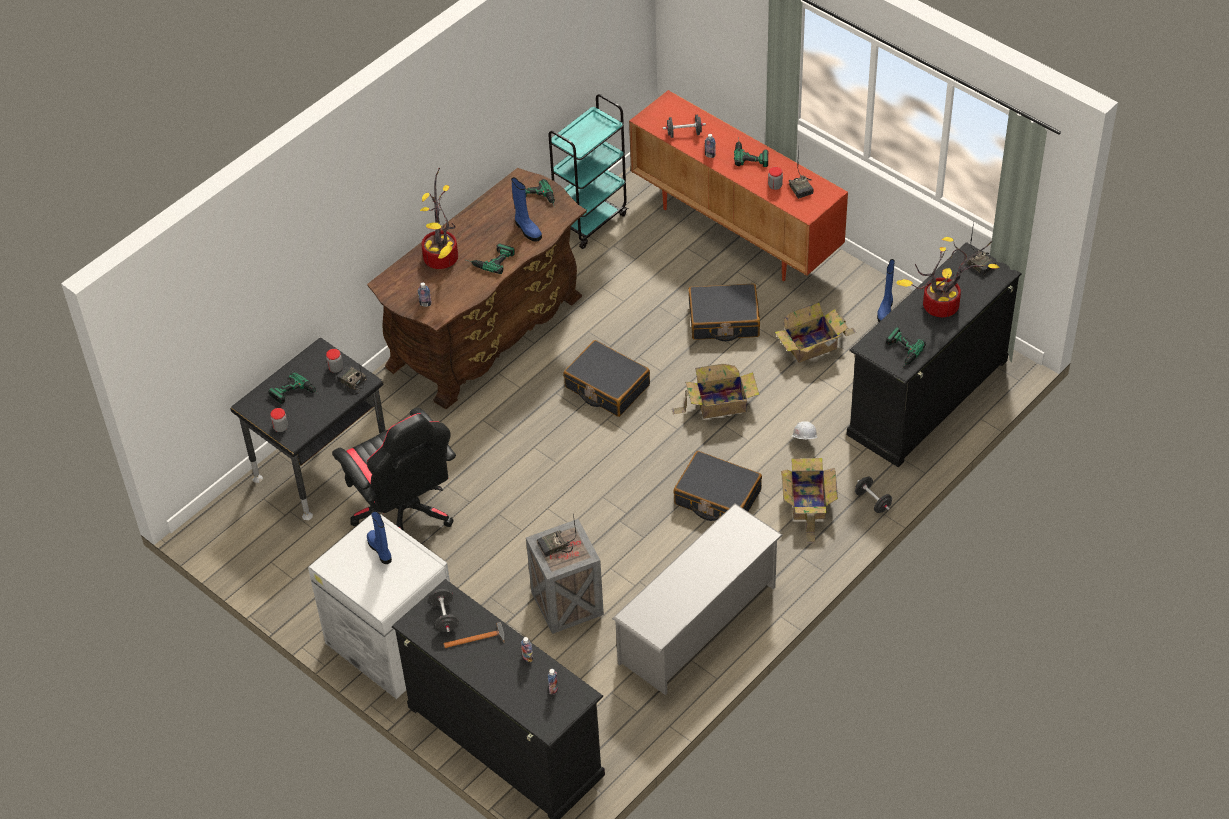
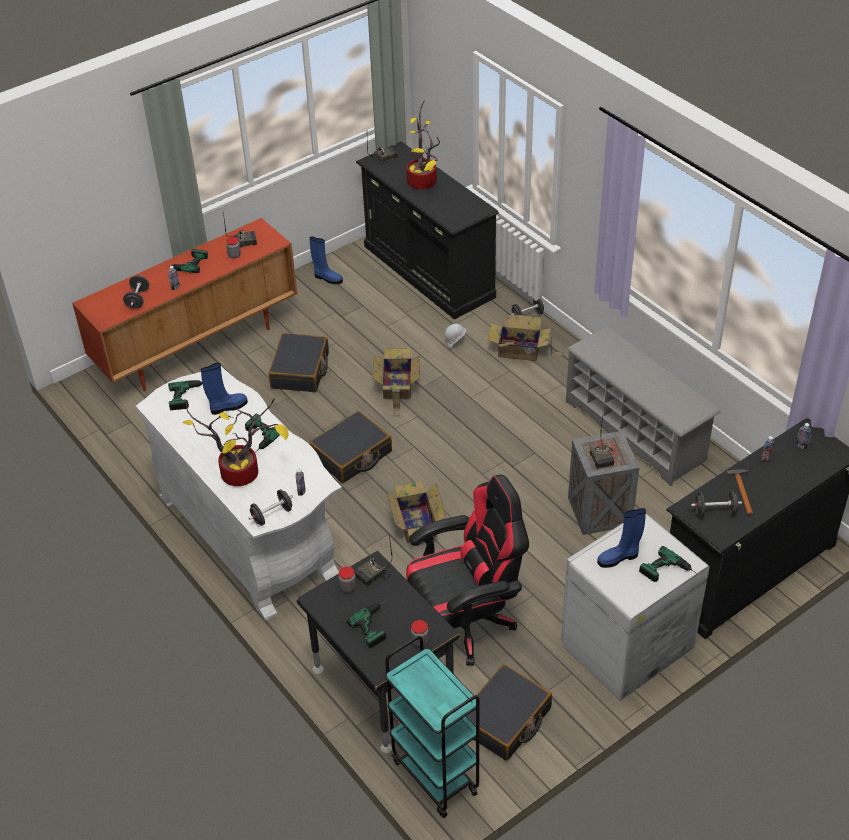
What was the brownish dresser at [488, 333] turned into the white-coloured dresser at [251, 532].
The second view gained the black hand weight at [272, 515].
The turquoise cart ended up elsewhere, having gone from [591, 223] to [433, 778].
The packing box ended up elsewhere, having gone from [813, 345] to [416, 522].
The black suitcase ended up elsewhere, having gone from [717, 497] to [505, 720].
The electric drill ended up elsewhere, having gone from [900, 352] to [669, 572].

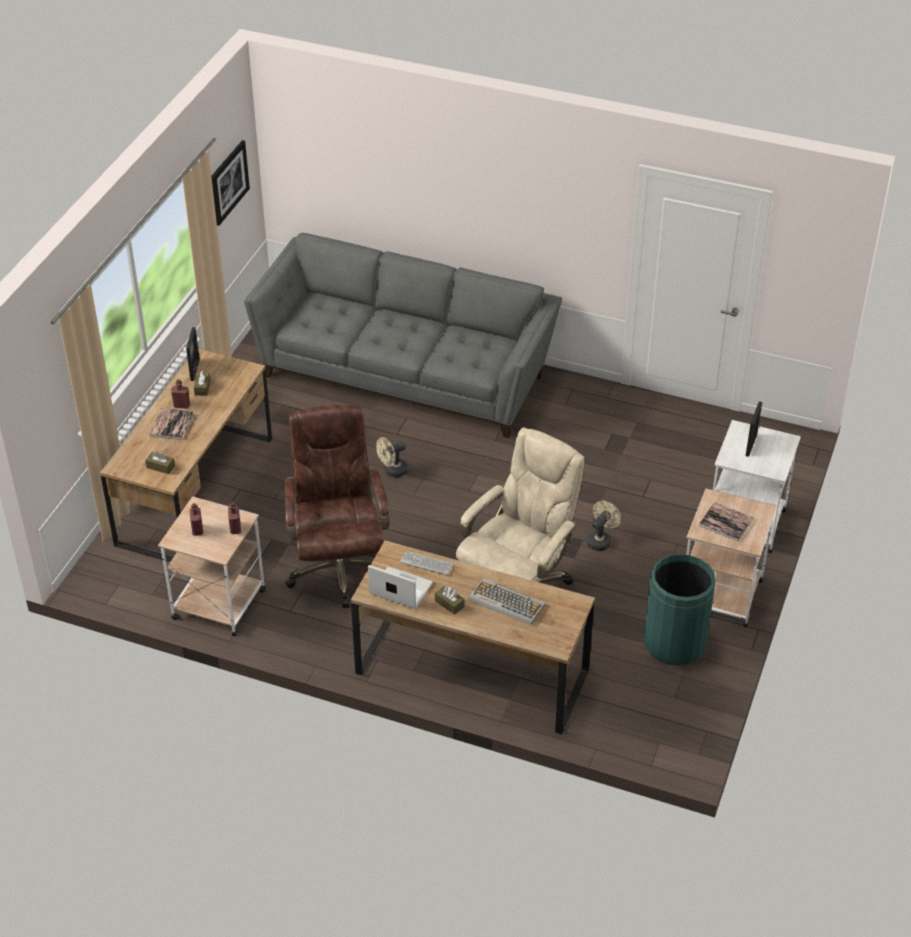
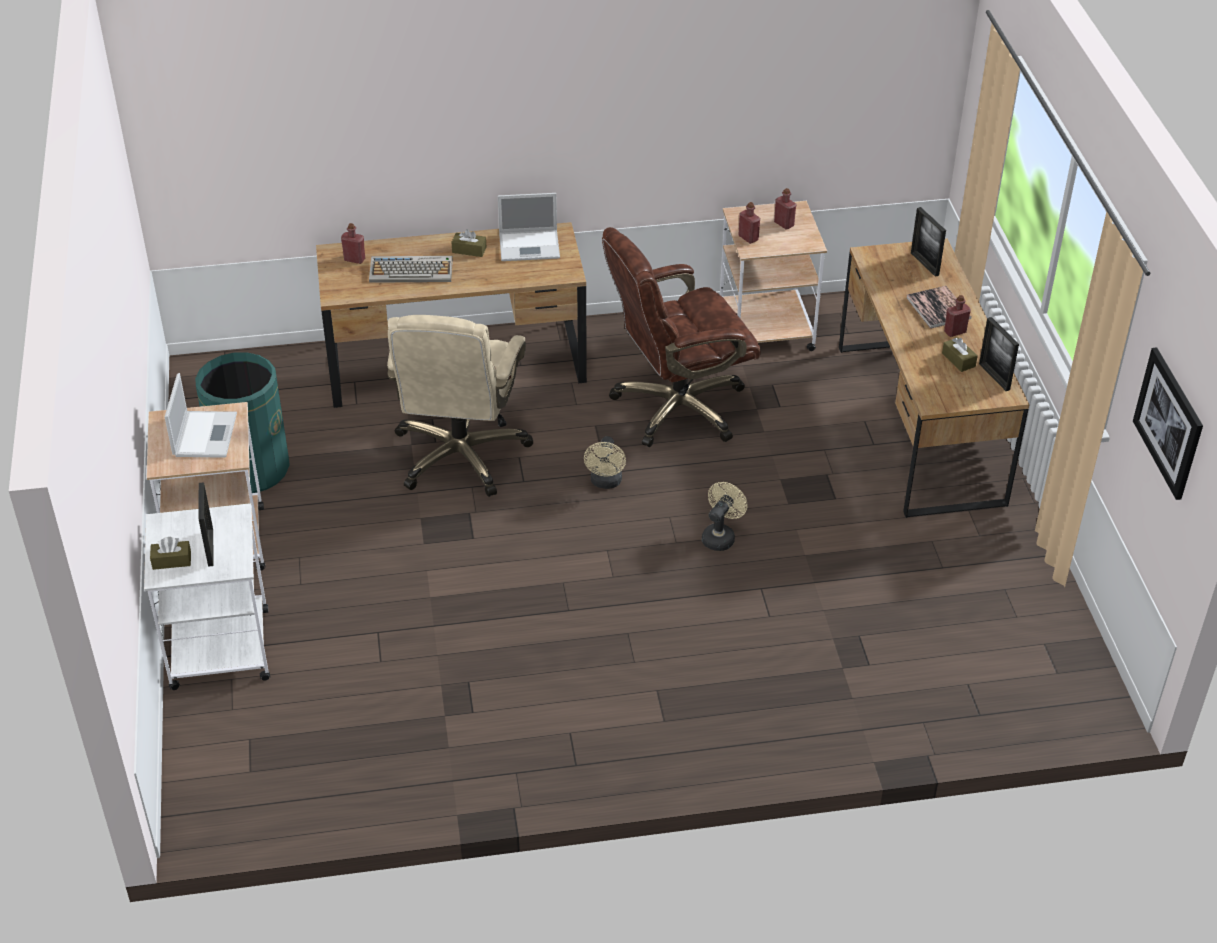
The brownish box of tissues ended up elsewhere, having gone from [160, 467] to [171, 561].
Where the book stood at [726, 522], the notebook computer came to stand at [205, 434].
The second view gained the reddish beverage bottle at [354, 259].
The beige-coloured electric fan ended up elsewhere, having gone from [601, 540] to [606, 482].
The brownish computer chair at [339, 567] ended up facing another way, 105 degrees clockwise from before.
The second view gained the picture frame at [924, 264].
The second view lost the gray sofa at [406, 372].
The second view lost the computer keyboard at [427, 563].

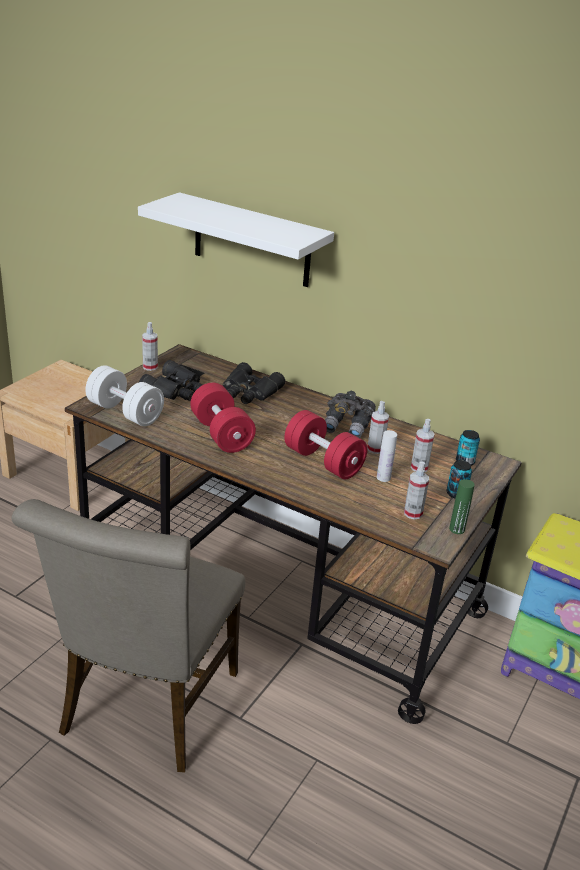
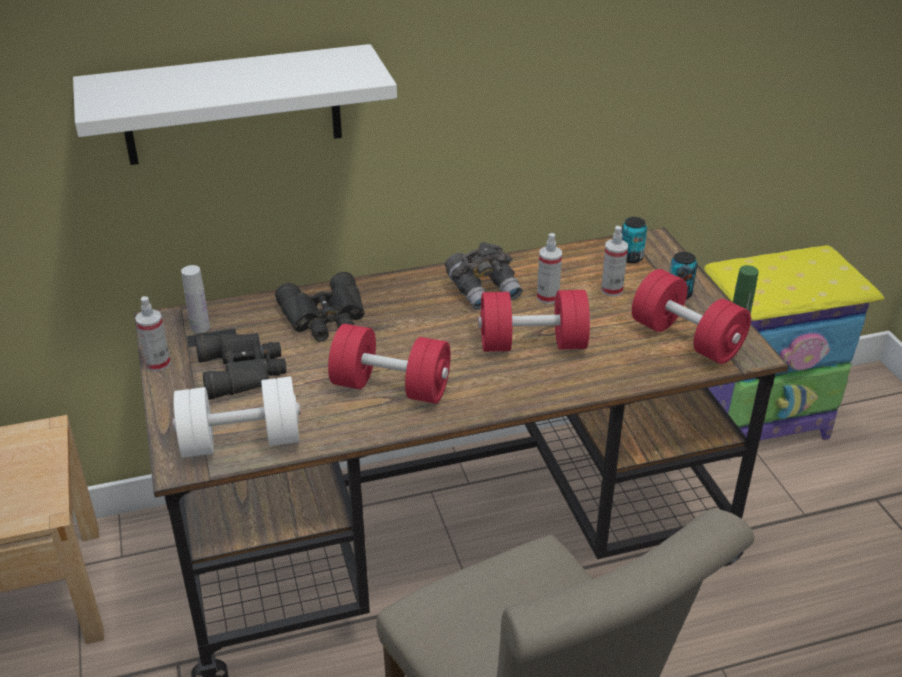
The white-coloured beverage bottle ended up elsewhere, having gone from [383, 477] to [200, 327].
Where the hand sprayer stood at [413, 513], the reddish hand weight came to stand at [686, 339].

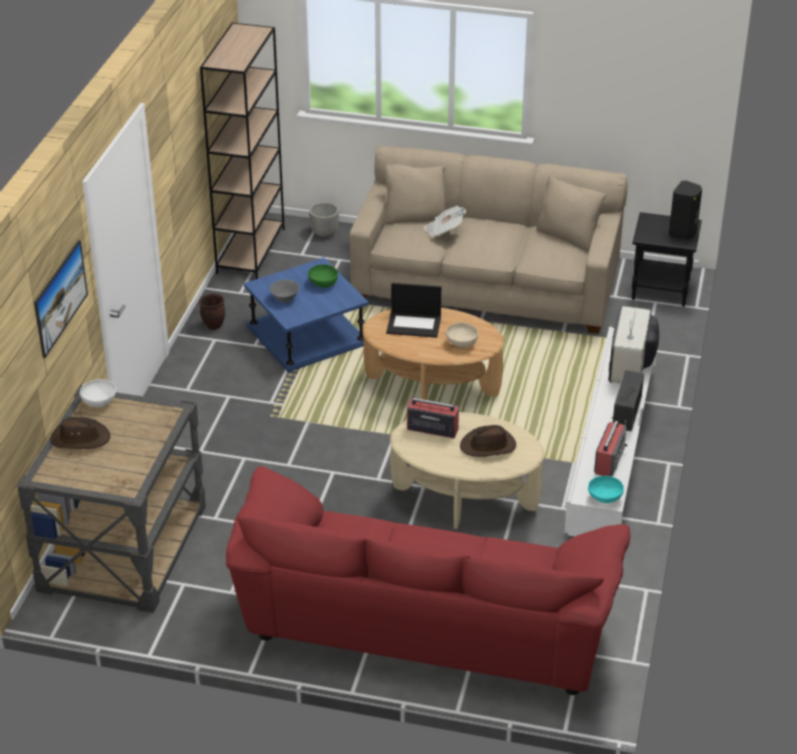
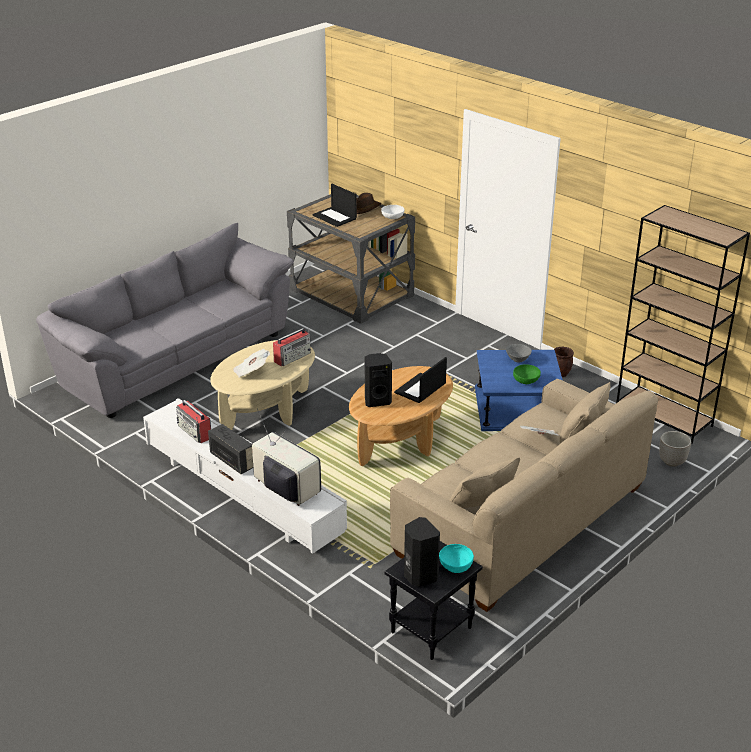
What was the reddish sofa at [424, 629] turned into the gray sofa at [177, 360].
Where the brownish wearable hat stood at [488, 446], the printed paper came to stand at [251, 371].
The second view gained the notebook computer at [335, 217].
Where the beige-coloured serving bowl stood at [461, 343], the black audio speaker came to stand at [377, 401].
The turquoise serving bowl ended up elsewhere, having gone from [604, 498] to [455, 566].
The second view lost the wall picture at [62, 311].

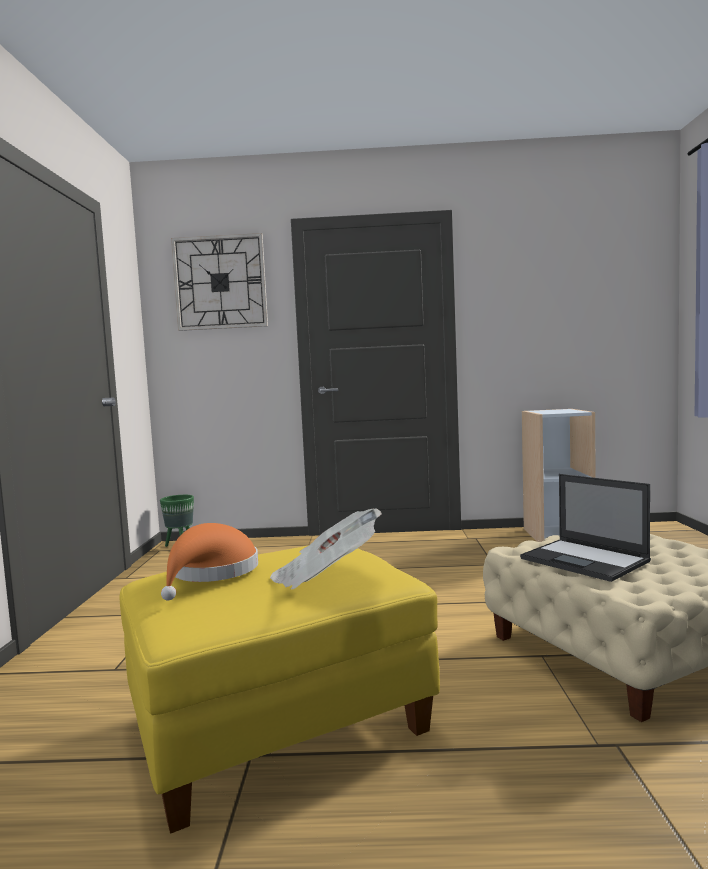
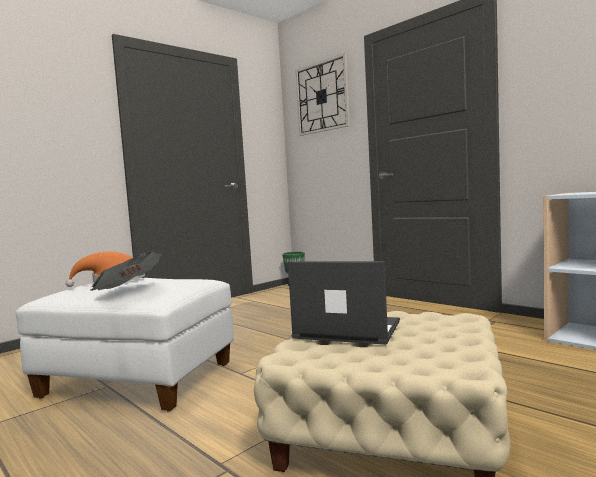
What was the yellow-coloured pouffe at [279, 724] turned into the white-coloured pouffe at [139, 380].
The notebook computer at [585, 560] ended up facing another way, 105 degrees clockwise from before.

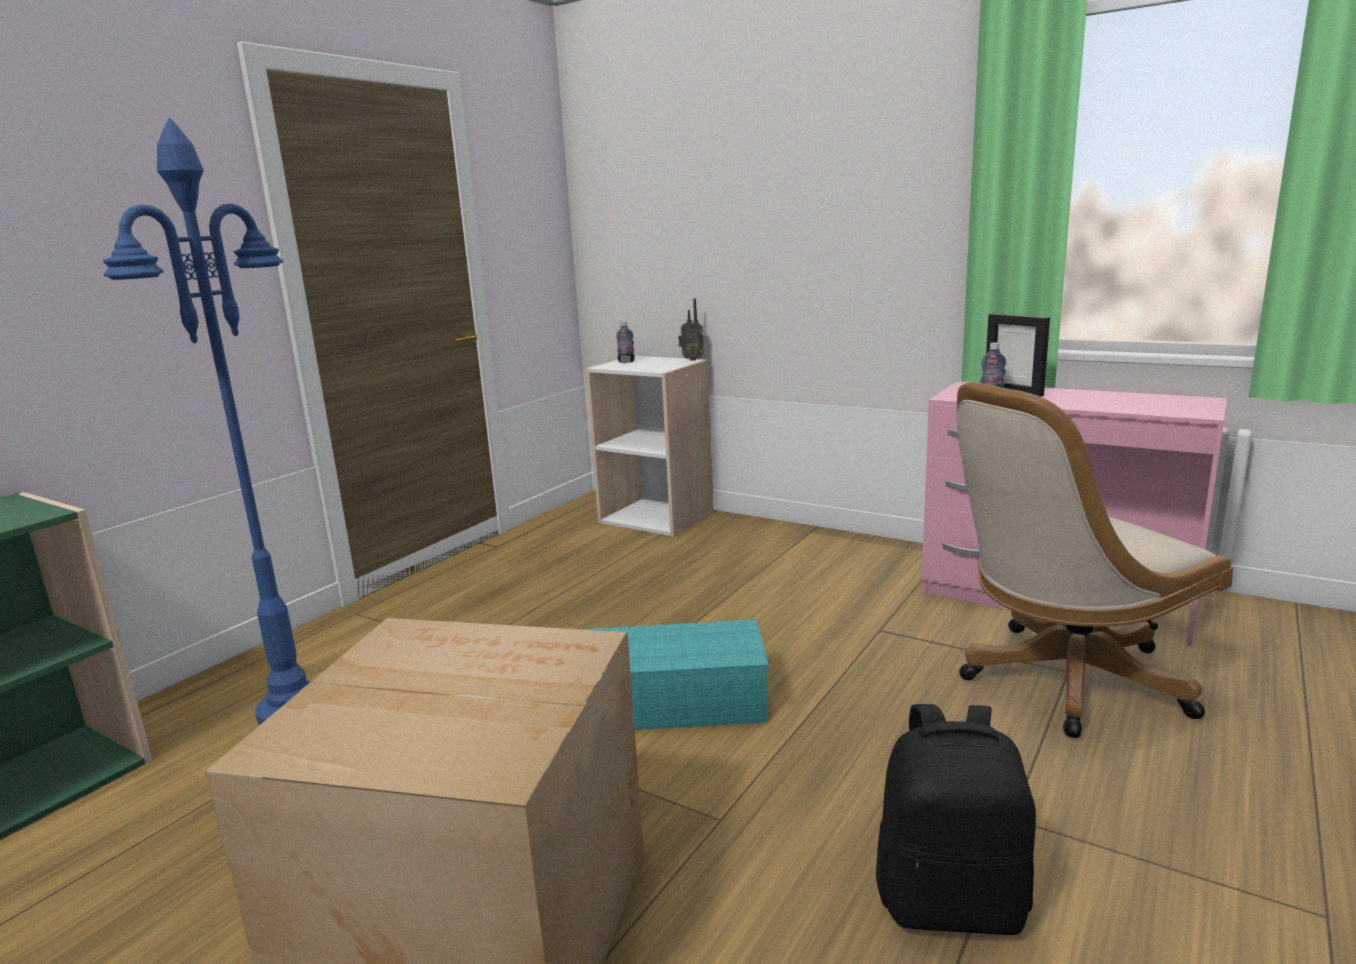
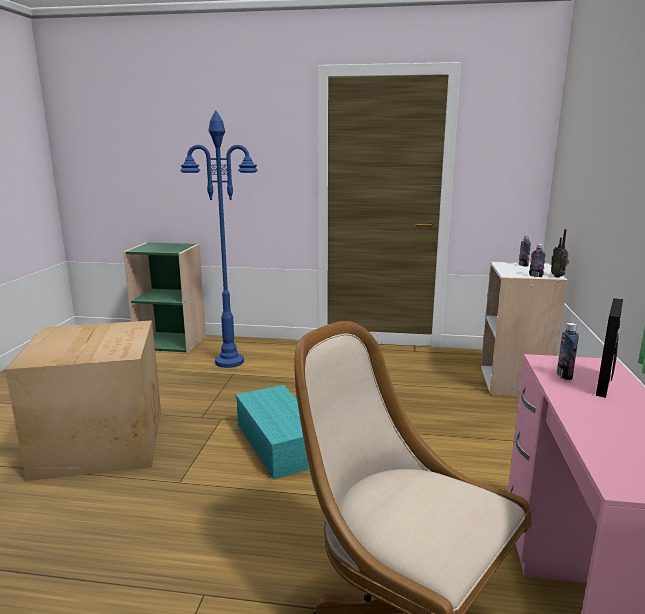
The second view gained the beverage bottle at [535, 276].
The second view lost the black knapsack at [951, 901].

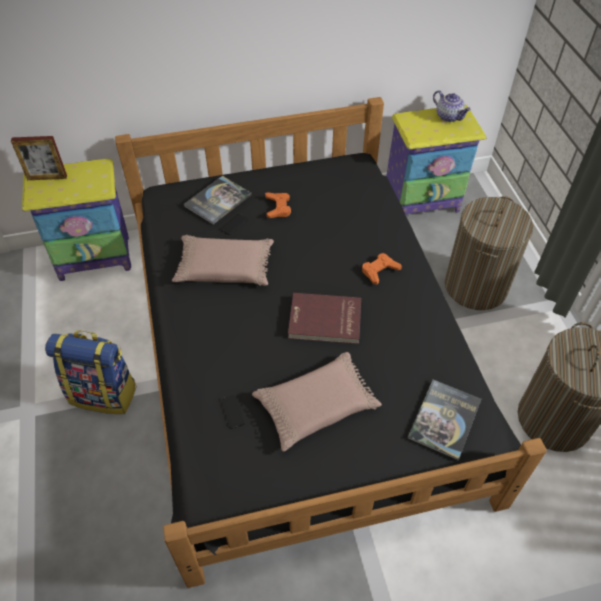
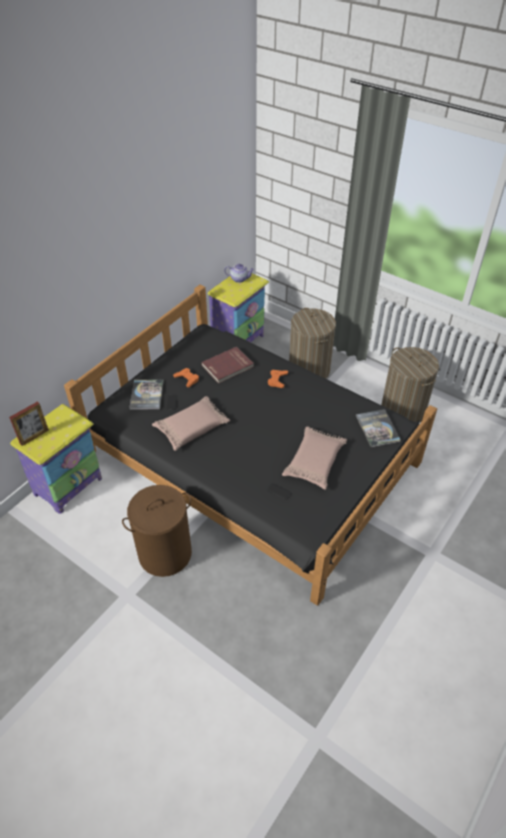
Where the knapsack stood at [104, 393], the brownish hamper came to stand at [165, 553].
The reddish book ended up elsewhere, having gone from [325, 321] to [228, 366].

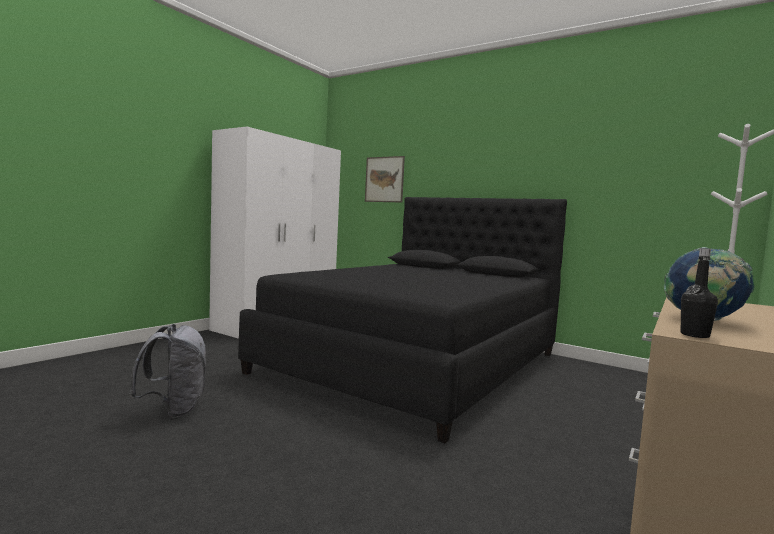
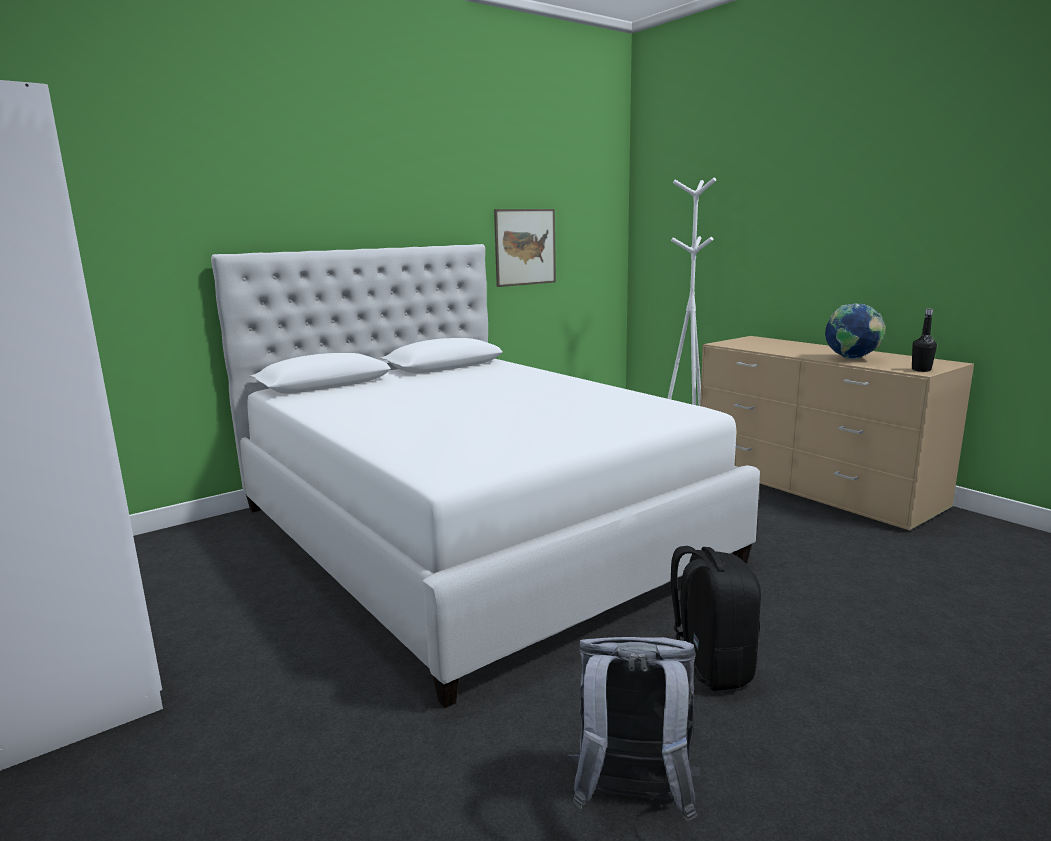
What was the black bedroom bed at [415, 363] turned into the white-coloured bedroom bed at [473, 533].
The wall picture ended up elsewhere, having gone from [384, 179] to [525, 247].
The second view gained the black knapsack at [708, 666].

